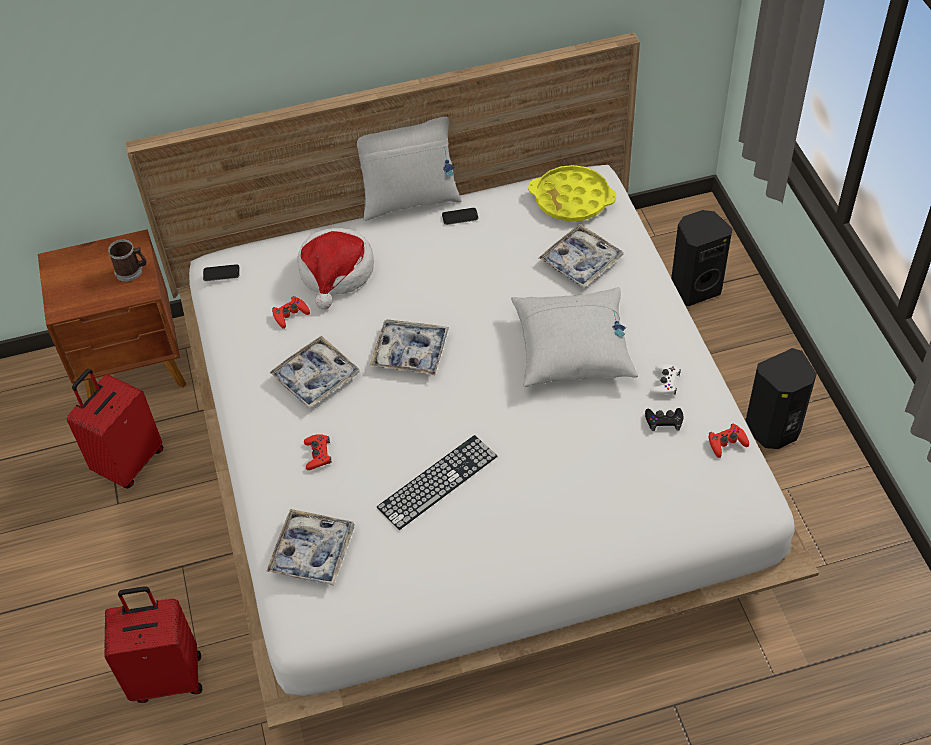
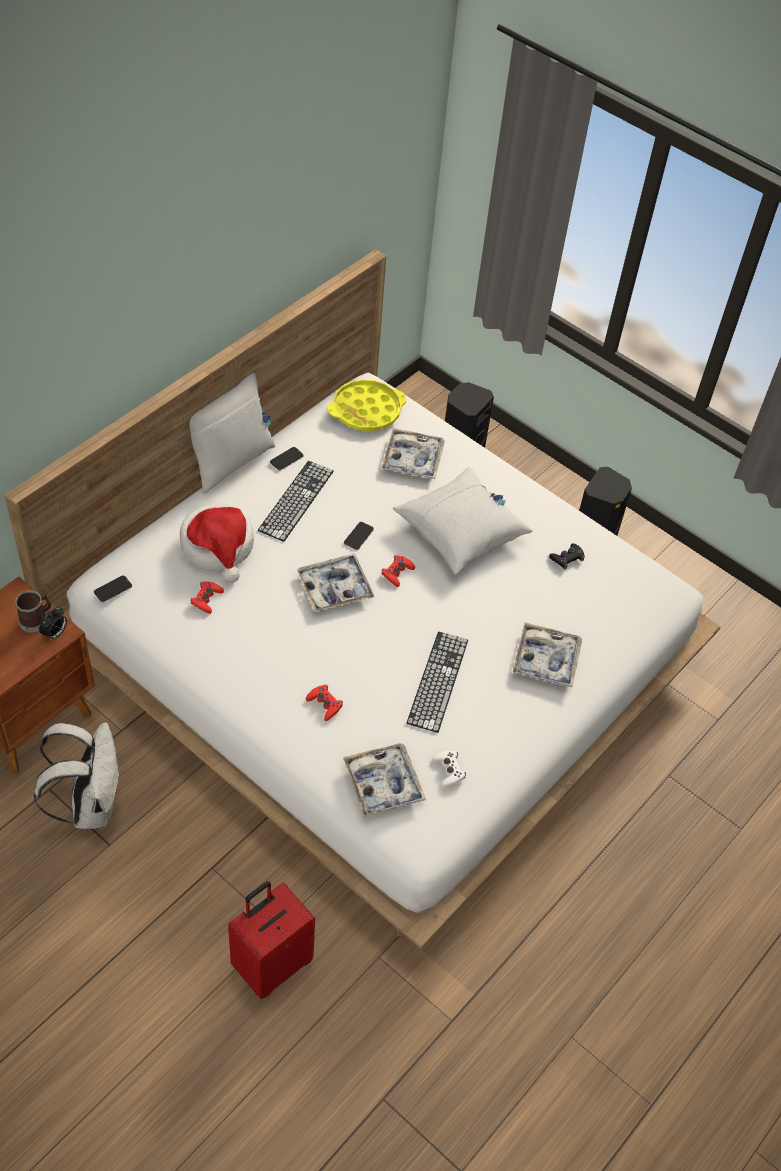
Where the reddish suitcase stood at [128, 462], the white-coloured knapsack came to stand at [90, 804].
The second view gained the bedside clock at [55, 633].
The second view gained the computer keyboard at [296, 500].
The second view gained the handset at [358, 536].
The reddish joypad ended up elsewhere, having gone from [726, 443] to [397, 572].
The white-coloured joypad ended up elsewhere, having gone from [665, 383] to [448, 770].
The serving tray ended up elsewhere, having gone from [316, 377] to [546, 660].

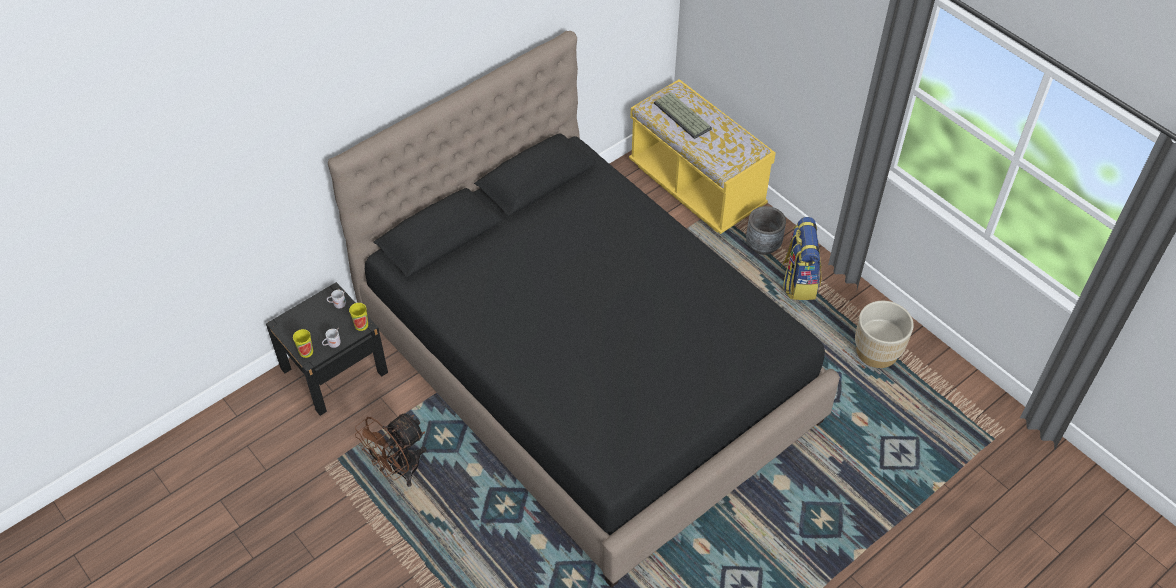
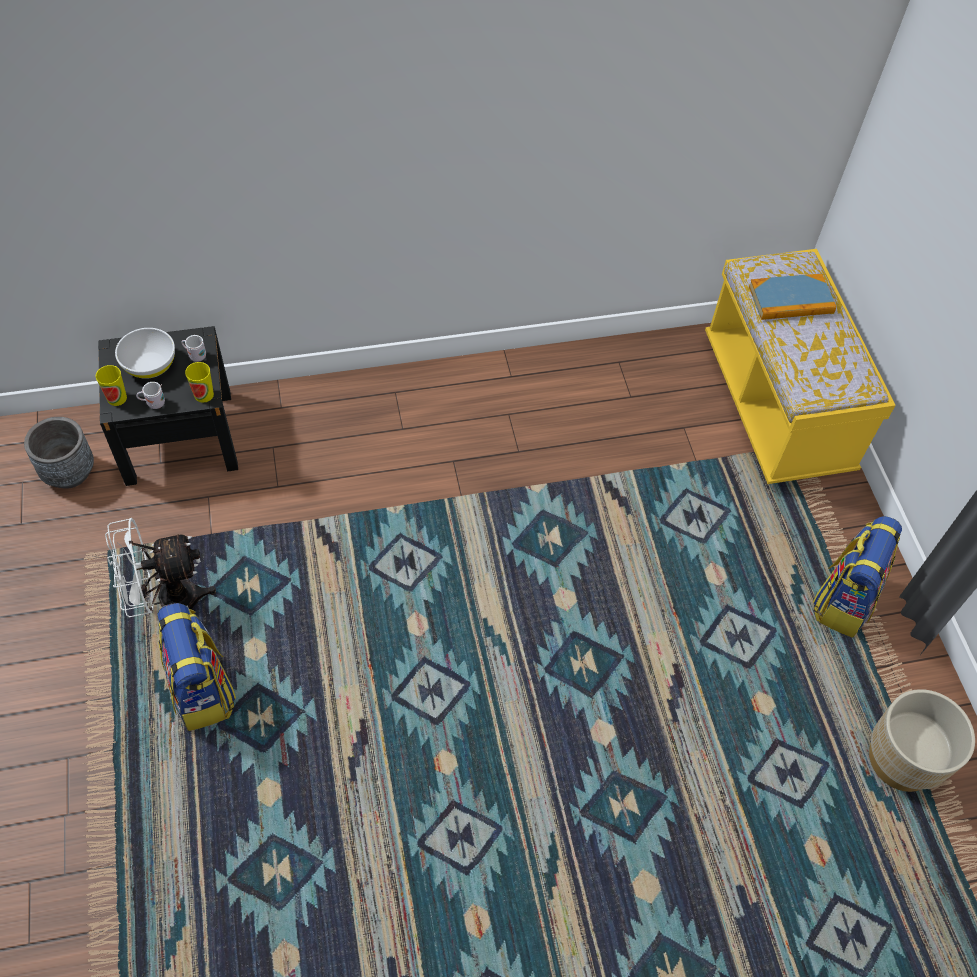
The gray plant pot ended up elsewhere, having gone from [763, 245] to [69, 473].
What was the brownish electric fan at [399, 470] turned into the white-coloured electric fan at [167, 602].
The second view gained the white-coloured serving bowl at [150, 365].
The second view gained the knapsack at [203, 690].
Where the computer keyboard stood at [683, 116], the book came to stand at [790, 300].
The second view lost the black bedroom bed at [587, 368].

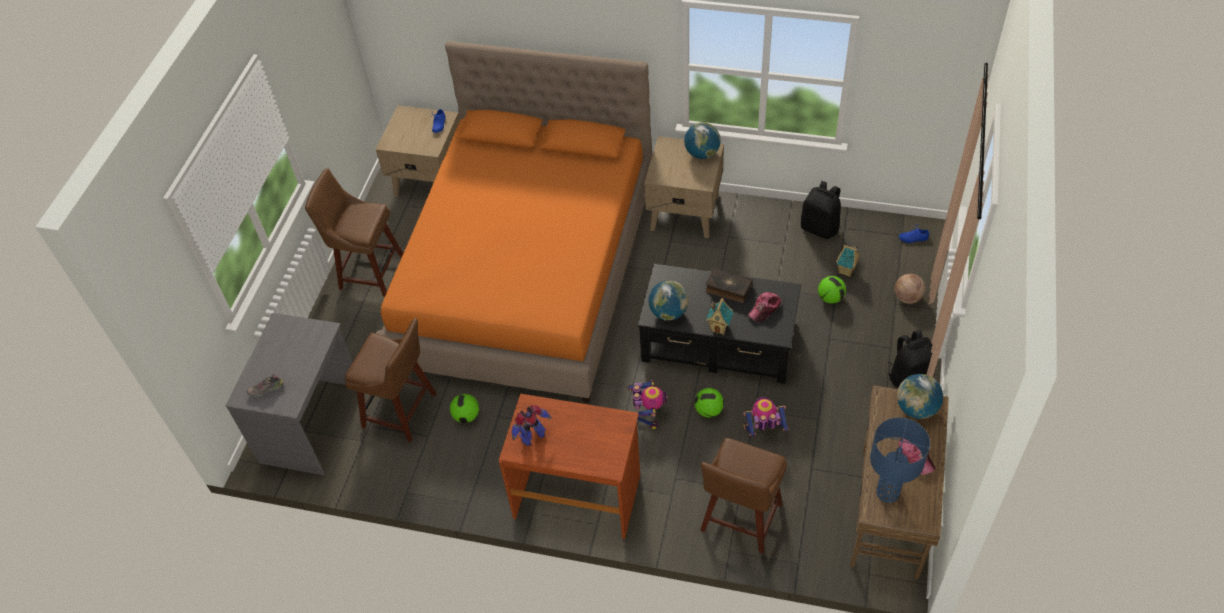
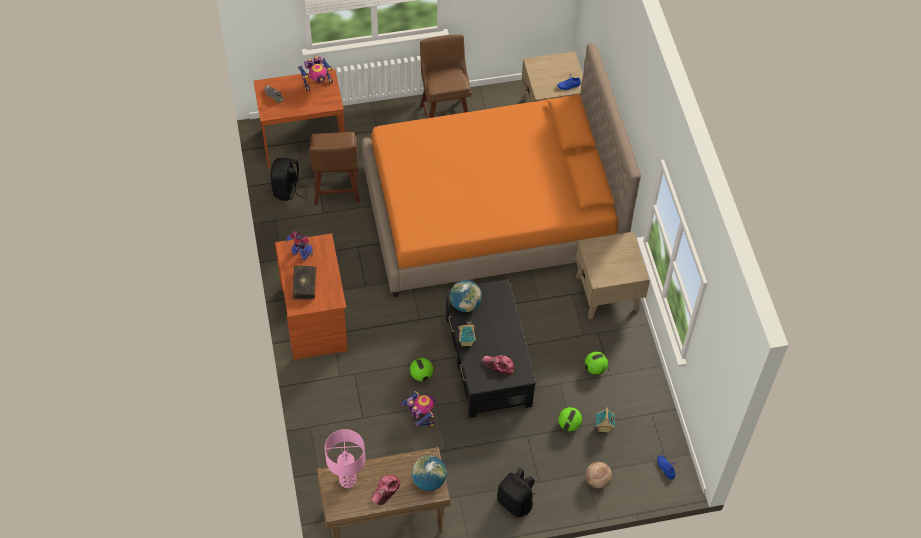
What was the gray desk at [313, 424] turned into the brownish desk at [304, 144].
The black knapsack ended up elsewhere, having gone from [820, 227] to [287, 190].
The book ended up elsewhere, having gone from [728, 289] to [304, 285].
The model robot ended up elsewhere, having gone from [647, 413] to [317, 83].
What was the blue-coloured table lamp at [888, 493] turned into the pinkish table lamp at [347, 480].
The football ended up elsewhere, having gone from [466, 416] to [595, 368].
The second view lost the world globe at [702, 153].
The second view lost the brownish plain chair at [739, 521].

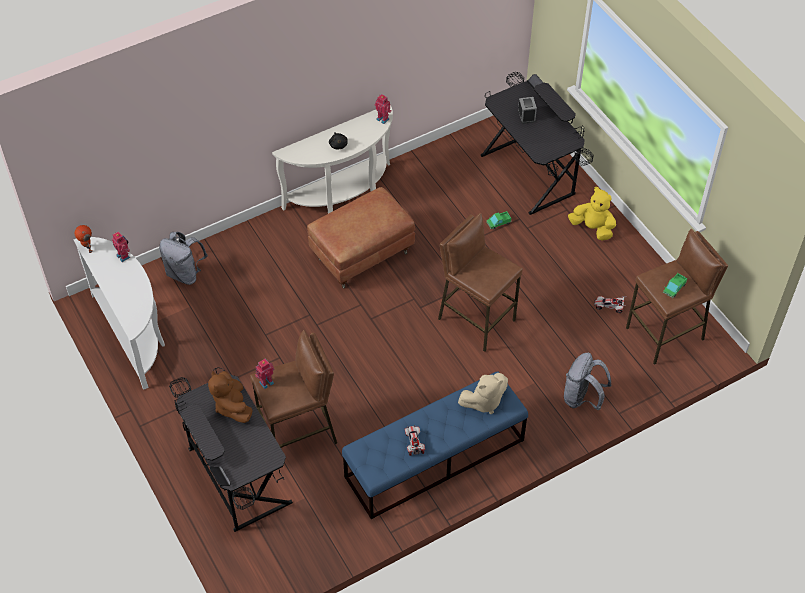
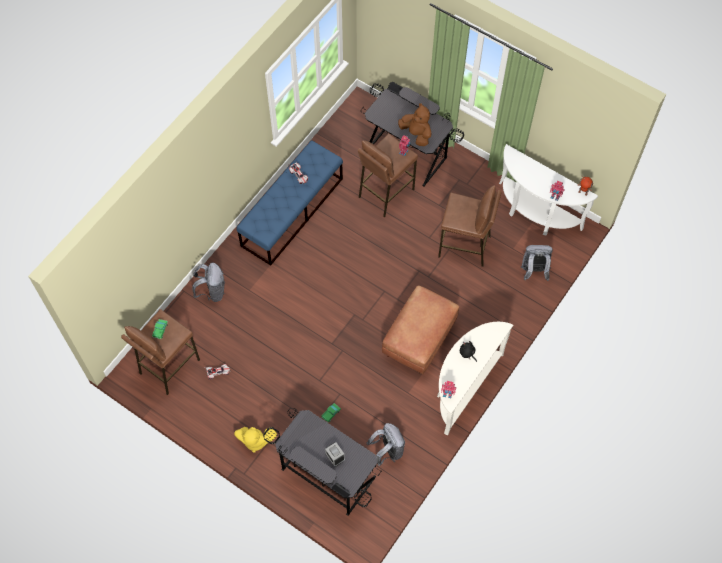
The second view gained the gray knapsack at [387, 451].
The brownish stool seat ended up elsewhere, having gone from [476, 319] to [464, 246].
The second view lost the beige-coloured soft toy at [483, 401].

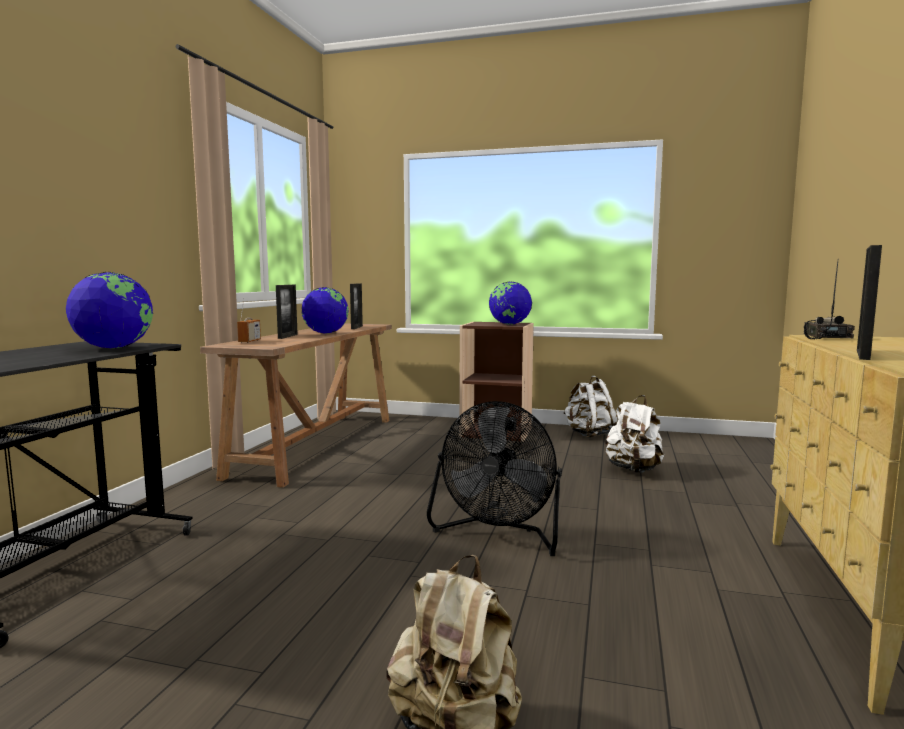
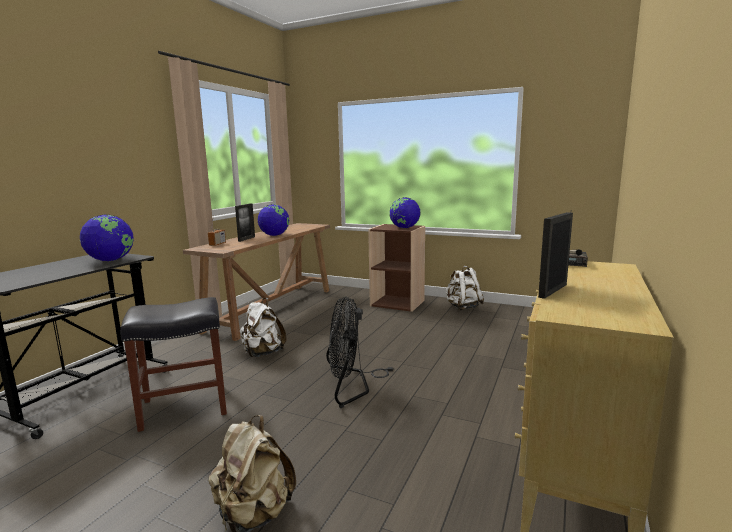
The second view gained the black stool seat at [183, 407].
The white-coloured knapsack ended up elsewhere, having gone from [633, 470] to [262, 353].
The black electric fan at [496, 532] ended up facing another way, 45 degrees clockwise from before.
The second view lost the picture frame at [356, 327].

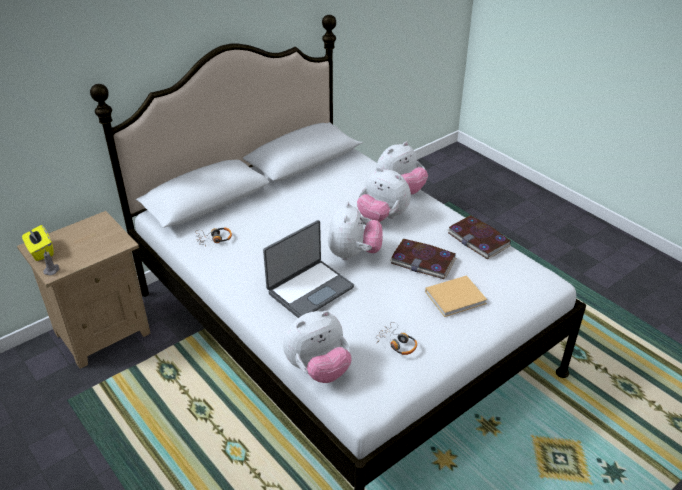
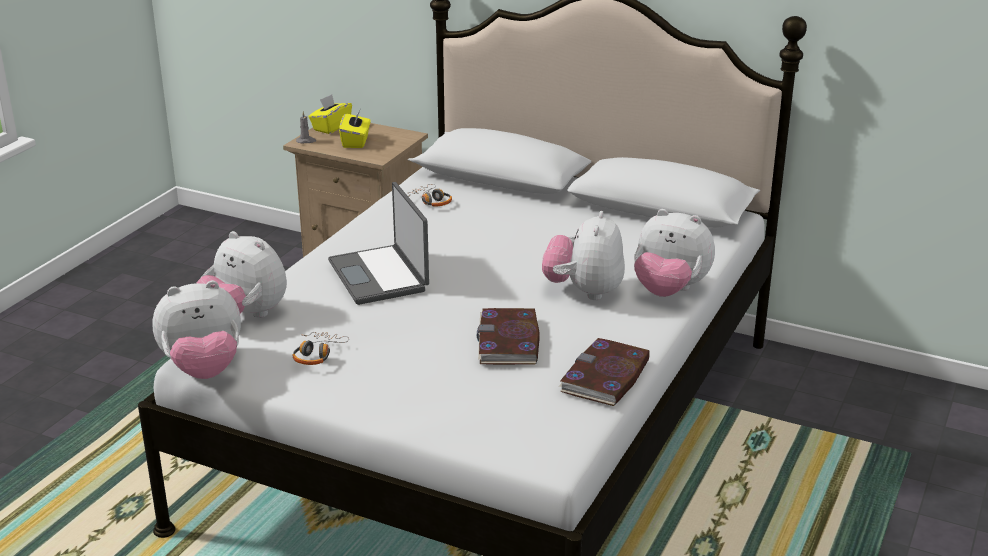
The soft toy ended up elsewhere, having gone from [354, 254] to [203, 369].
The notebook computer at [309, 289] ended up facing another way, 45 degrees clockwise from before.
The second view gained the yellow-coloured box of tissues at [356, 142].
The second view lost the beige-coloured book at [457, 297].

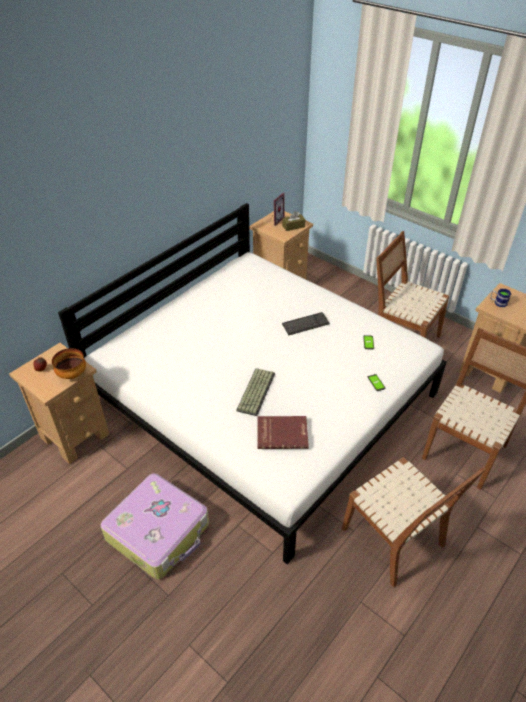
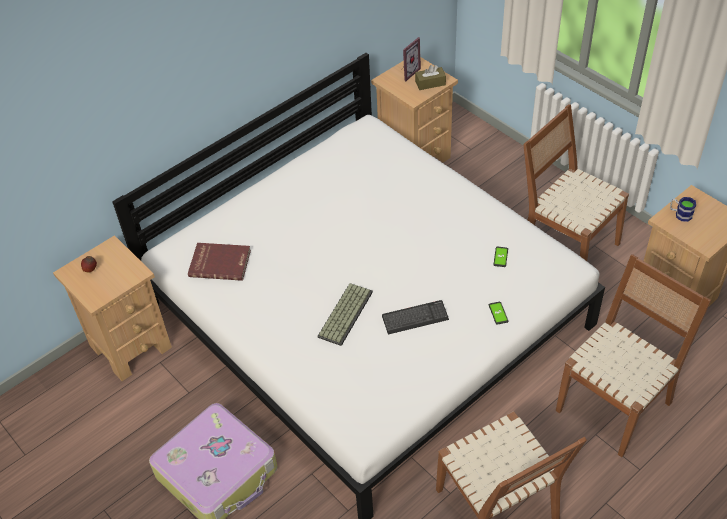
The reddish book ended up elsewhere, having gone from [282, 433] to [220, 262].
The computer keyboard ended up elsewhere, having gone from [305, 324] to [415, 318].
The second view lost the serving bowl at [72, 375].

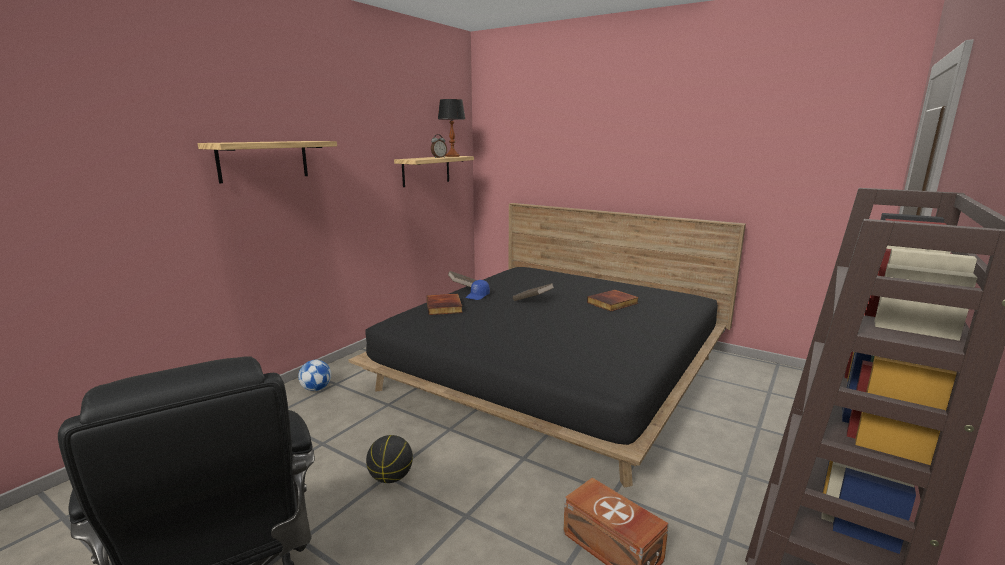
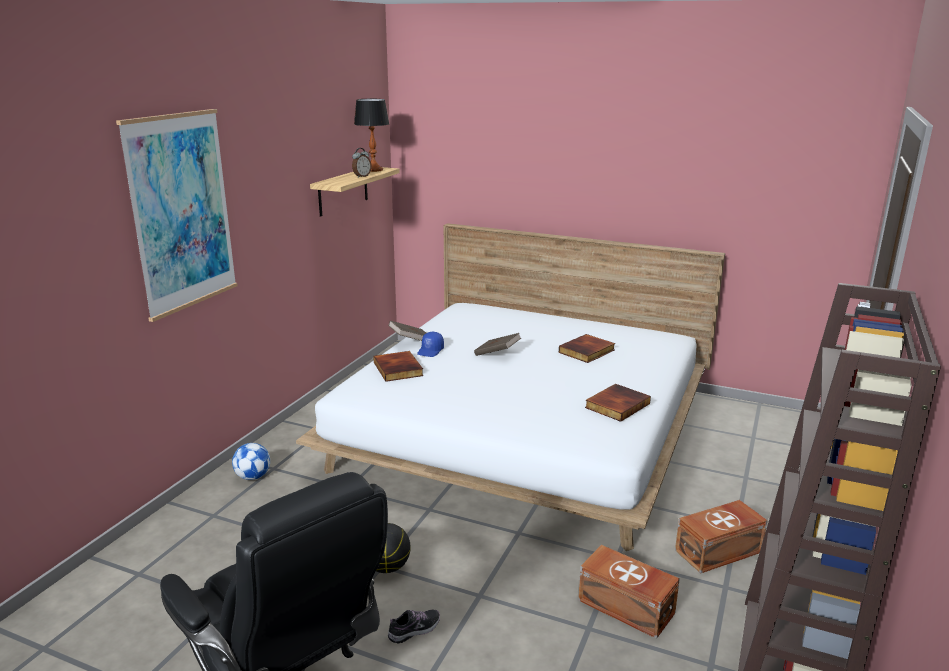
Where the wall shelf hung at [264, 160], the wall picture came to hang at [181, 212].
What was the black bedroom bed at [553, 372] turned into the white-coloured bedroom bed at [522, 433].
The second view gained the item of footwear at [414, 630].
The second view gained the book at [616, 405].
The second view gained the brownish storage bin at [720, 551].

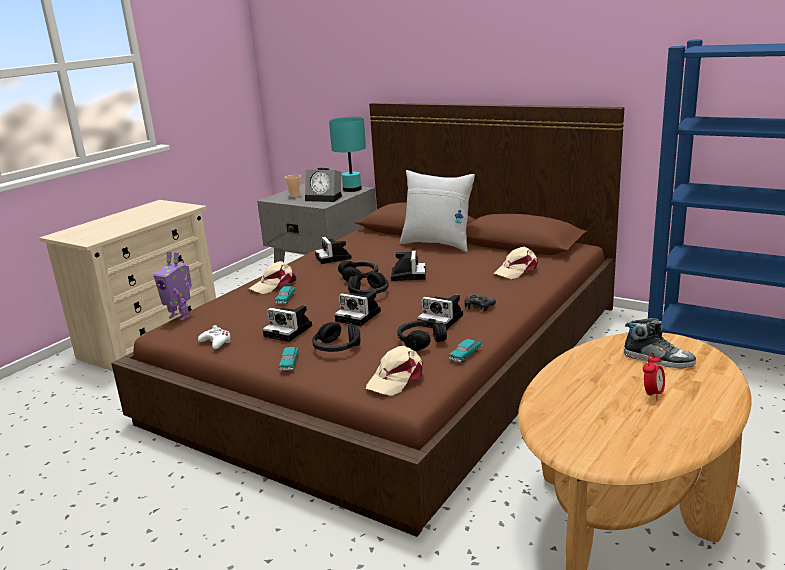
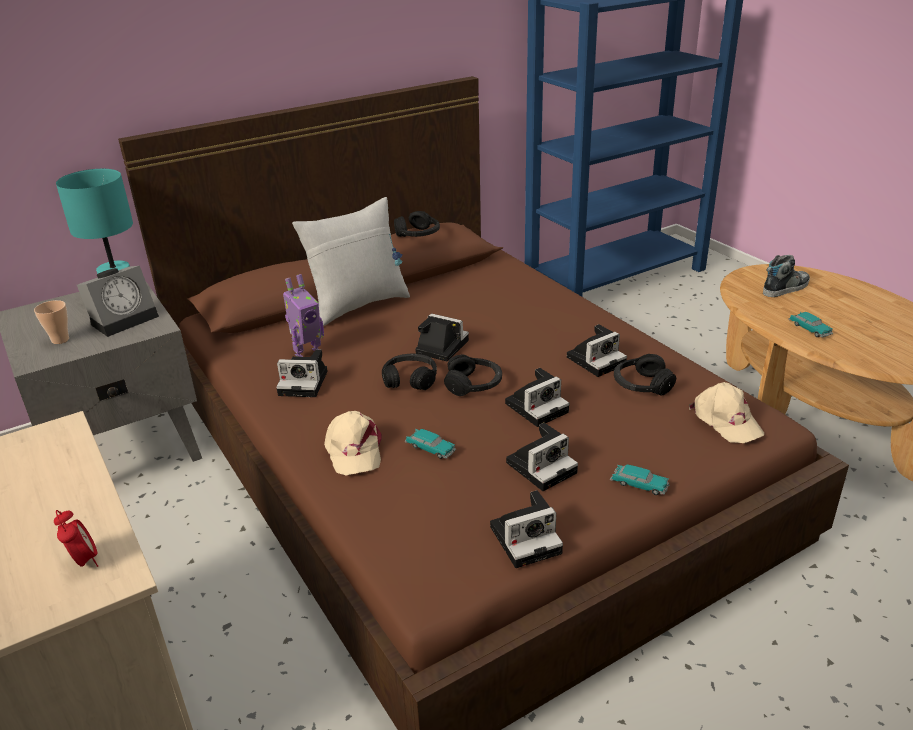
The bedside clock ended up elsewhere, having gone from [652, 395] to [84, 561].
The model robot ended up elsewhere, having gone from [180, 316] to [307, 353].
The black headset ended up elsewhere, having gone from [336, 348] to [418, 235].
Where the white-coloured joypad stood at [216, 342], the still camera came to stand at [527, 538].
The toy car ended up elsewhere, having gone from [465, 355] to [810, 329].
The second view lost the black joypad at [478, 307].
The second view lost the beige-coloured cap at [516, 270].

